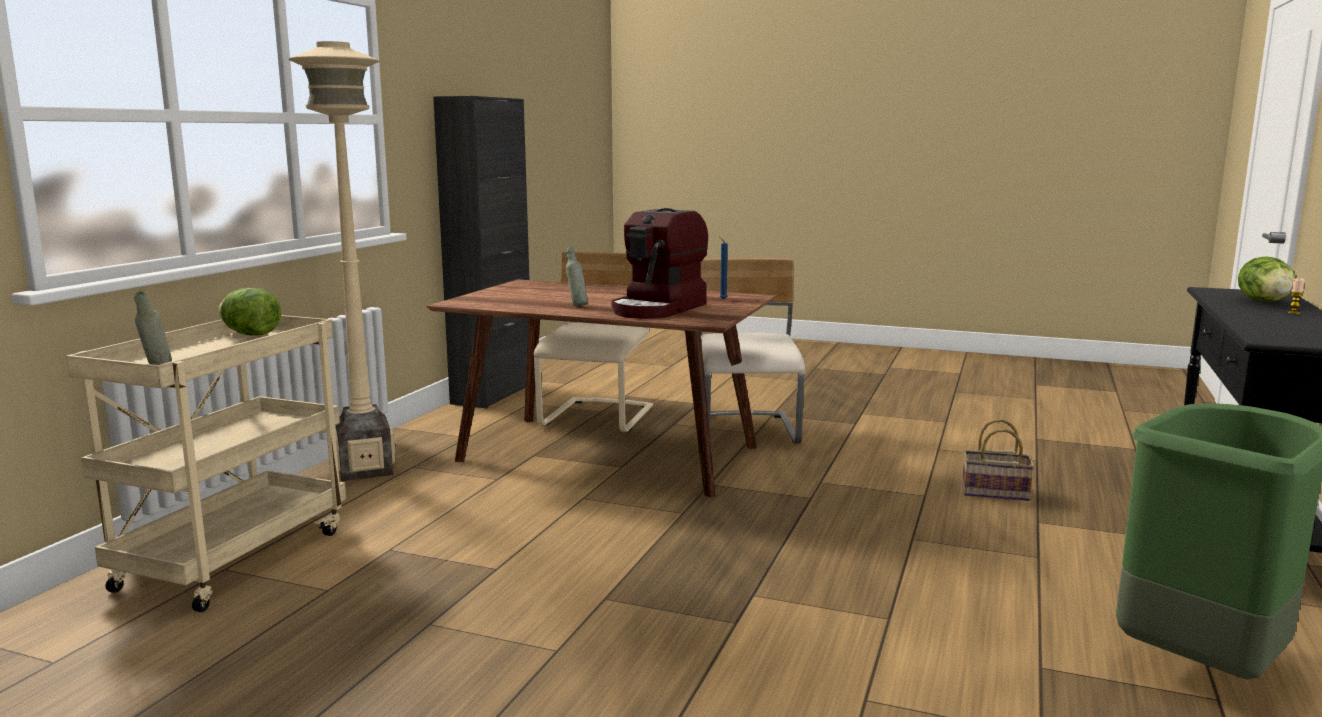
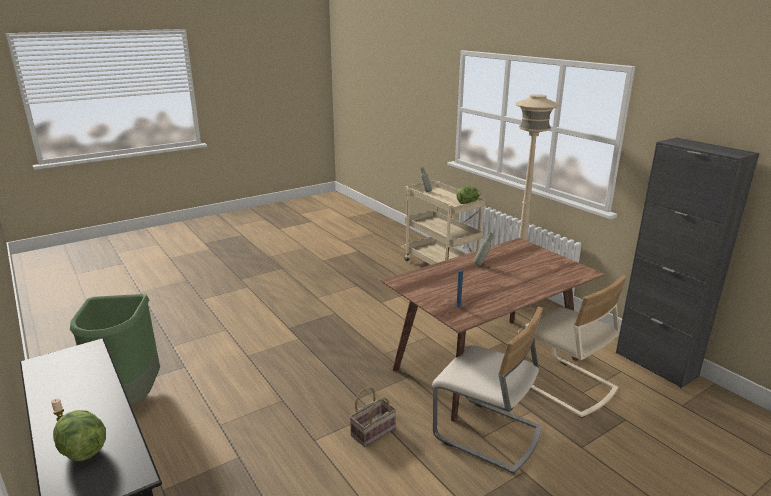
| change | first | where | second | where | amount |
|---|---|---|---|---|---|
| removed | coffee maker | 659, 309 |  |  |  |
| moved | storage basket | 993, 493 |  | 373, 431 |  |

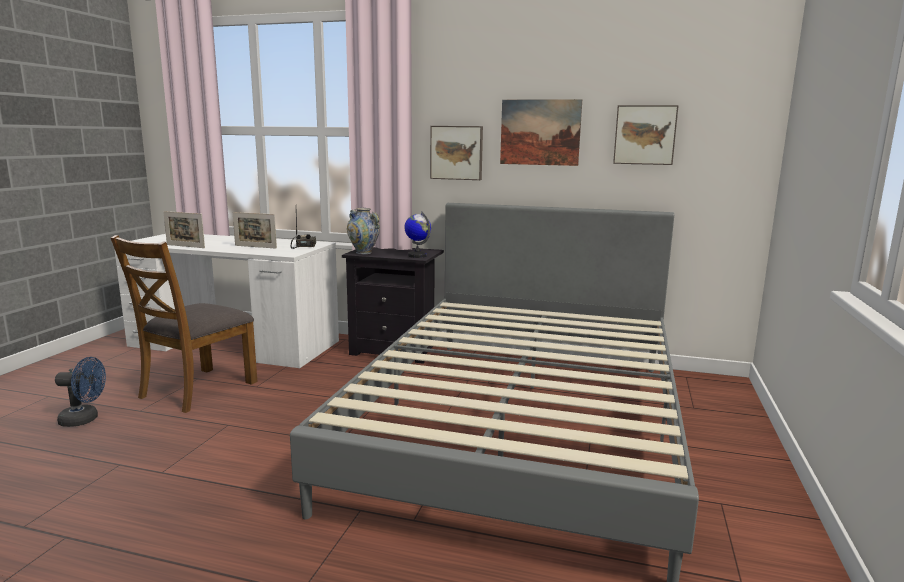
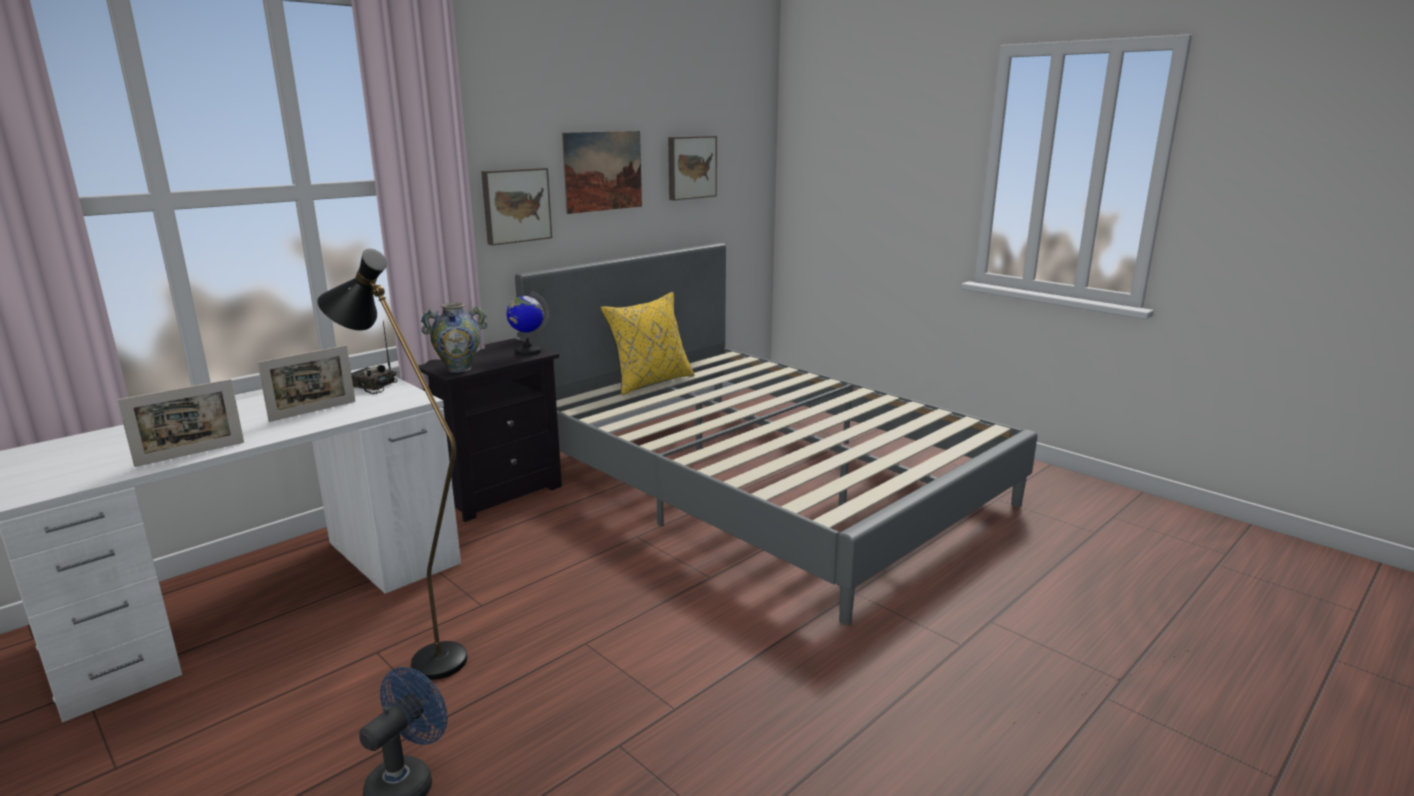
| change | first | where | second | where | amount |
|---|---|---|---|---|---|
| replaced | brown chair | 197, 389 | blackish standard lamp | 424, 656 |  |
| added |  |  | yellowish throw pillow | 649, 382 |  |

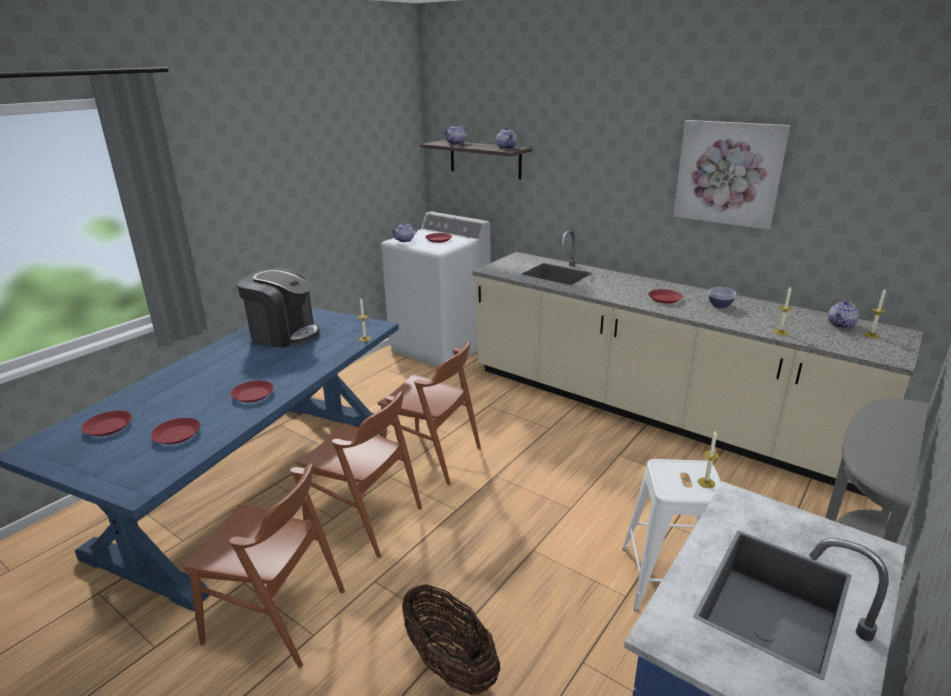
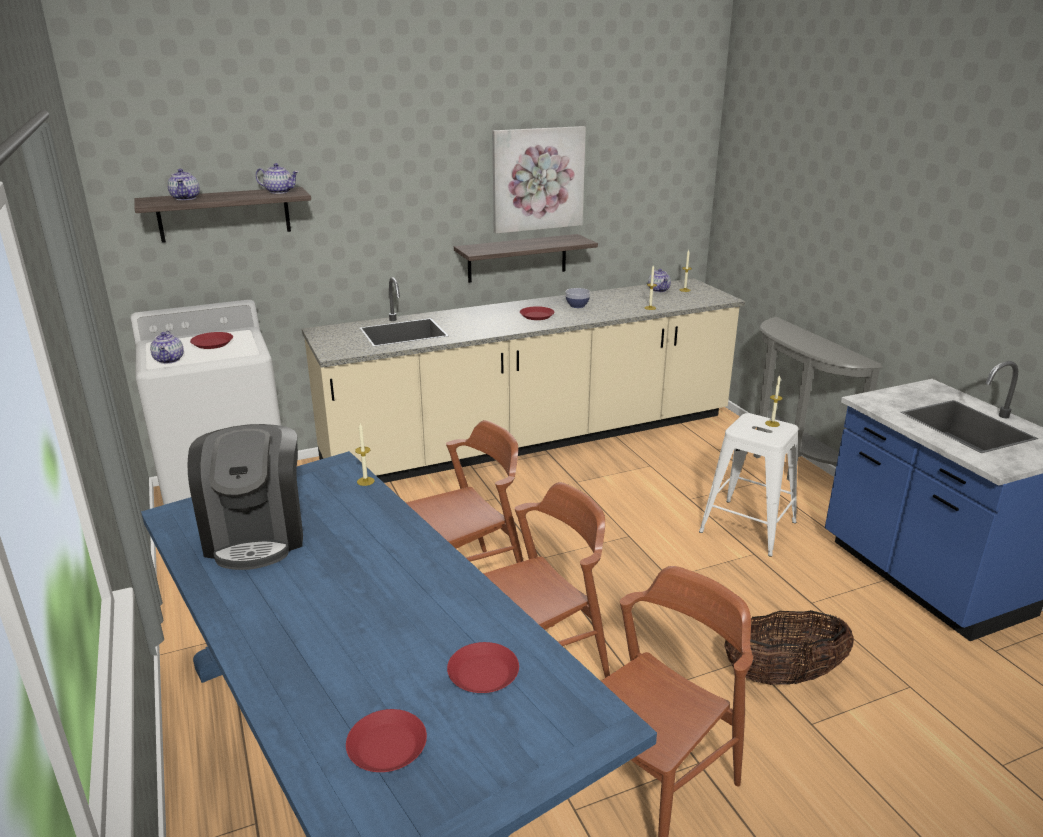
| change | first | where | second | where | amount |
|---|---|---|---|---|---|
| turned | coffee maker | 284, 334 |  | 256, 535 | 120 degrees clockwise |
| removed | red flat dish | 253, 395 |  |  |  |
| added |  |  | bracket shelf | 517, 258 |  |

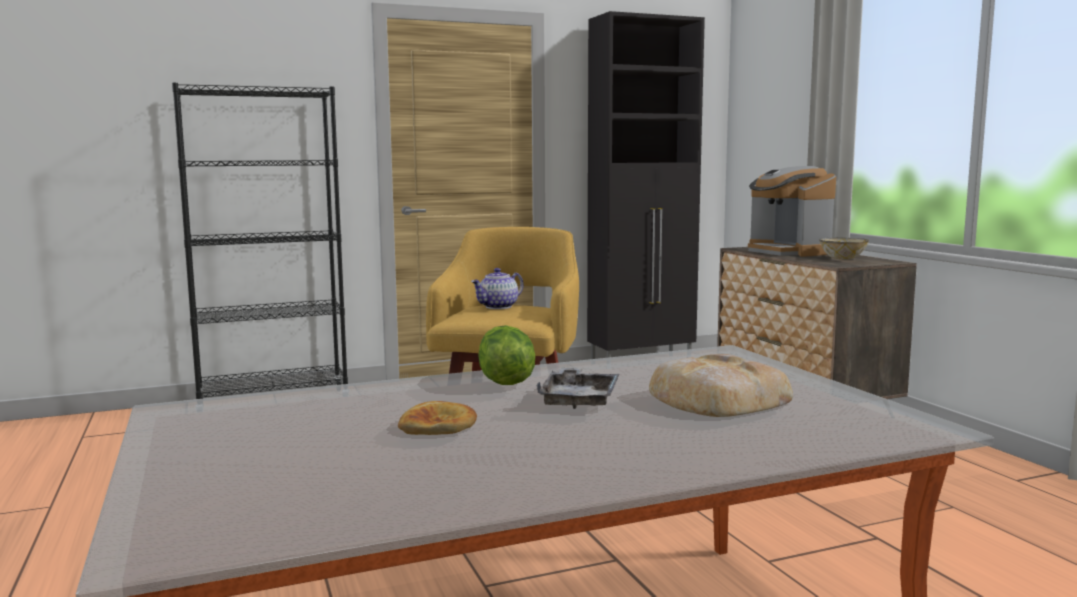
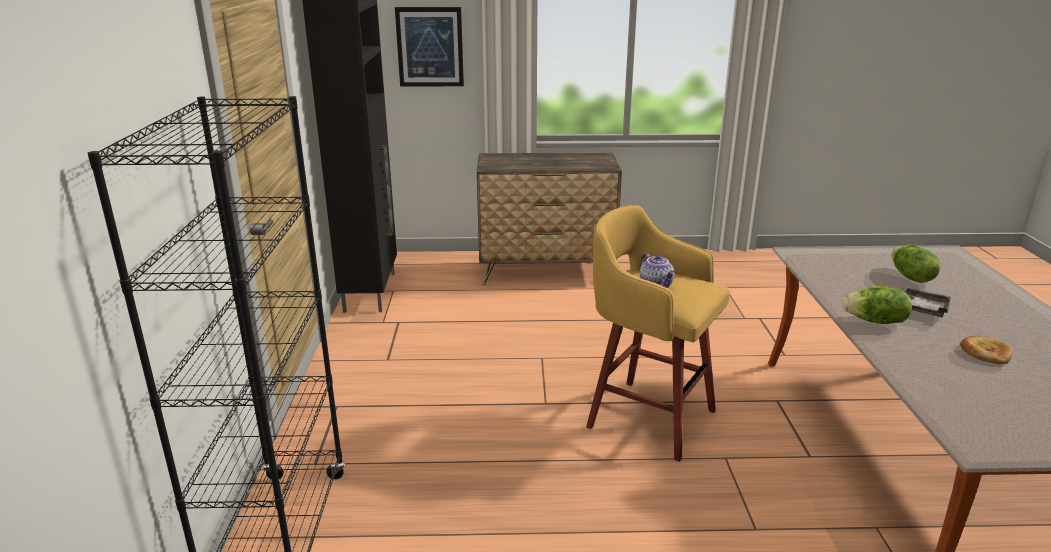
| change | first | where | second | where | amount |
|---|---|---|---|---|---|
| removed | coffee maker | 788, 252 |  |  |  |
| removed | bowl | 842, 258 |  |  |  |
| replaced | baked bread | 715, 399 | lettuce head | 910, 277 |  |
| added |  |  | wall art | 430, 47 |  |

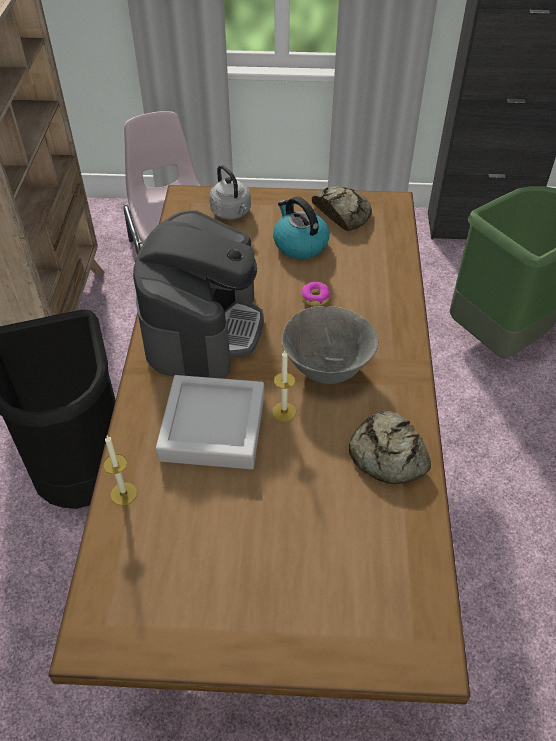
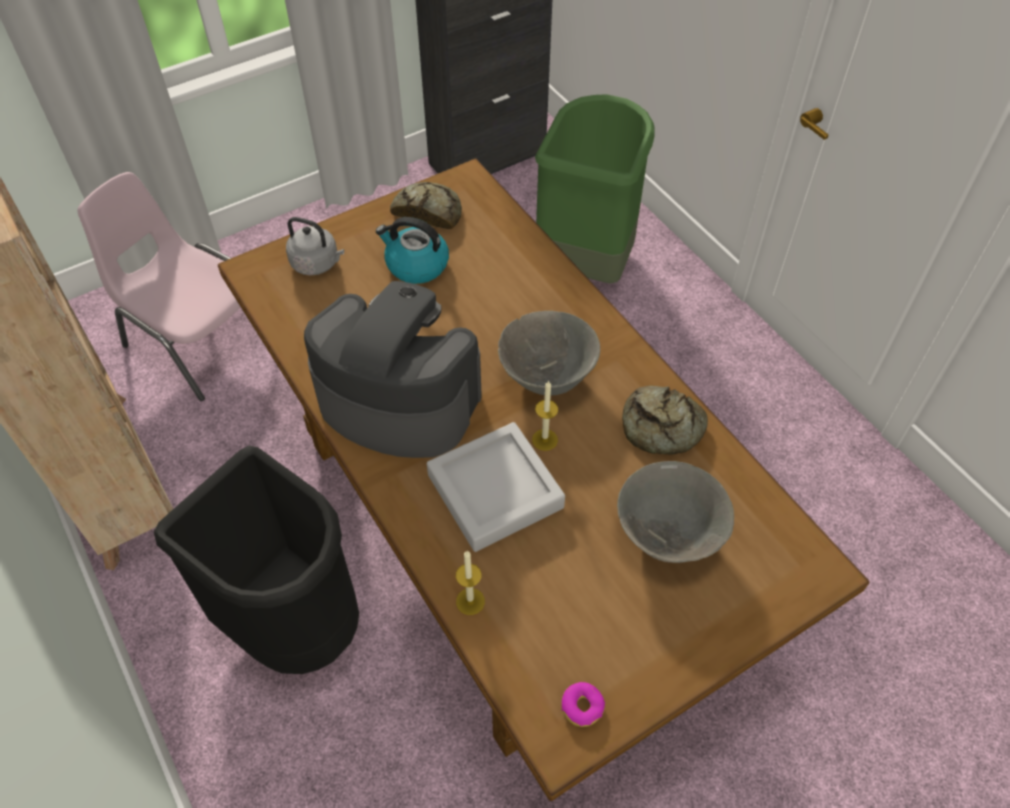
| change | first | where | second | where | amount |
|---|---|---|---|---|---|
| turned | coffee maker | 203, 327 |  | 398, 400 | 45 degrees counterclockwise |
| moved | ring doughnut | 315, 297 |  | 582, 706 |  |
| added |  |  | gray bowl | 668, 535 |  |

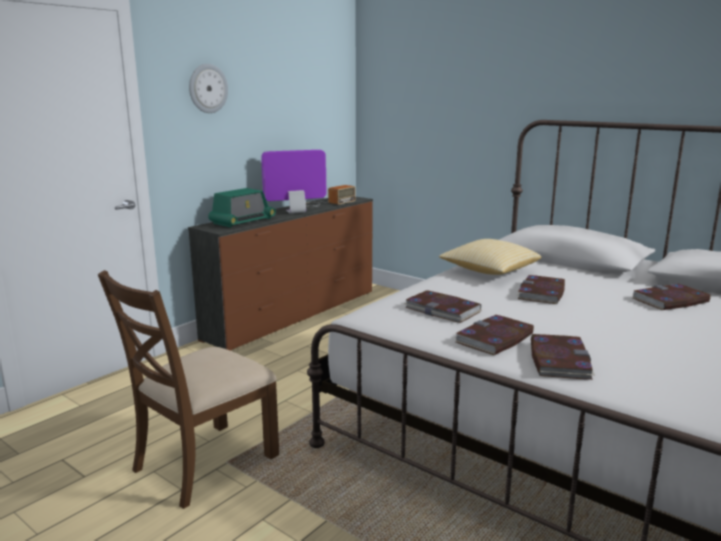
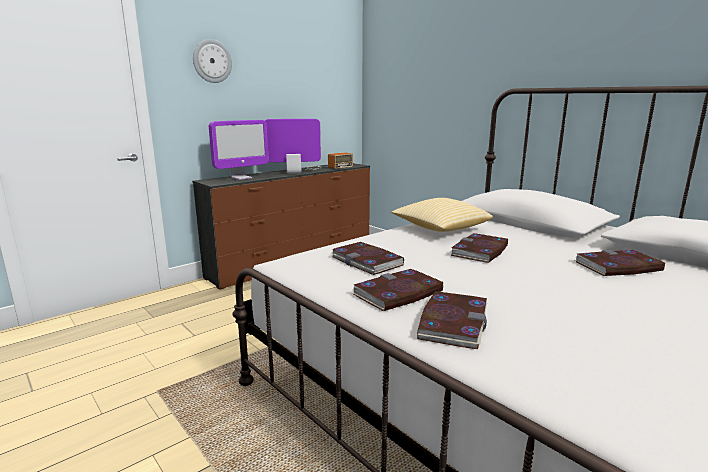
| change | first | where | second | where | amount |
|---|---|---|---|---|---|
| replaced | radio | 242, 221 | computer screen | 241, 178 |  |
| removed | brown chair | 204, 463 |  |  |  |

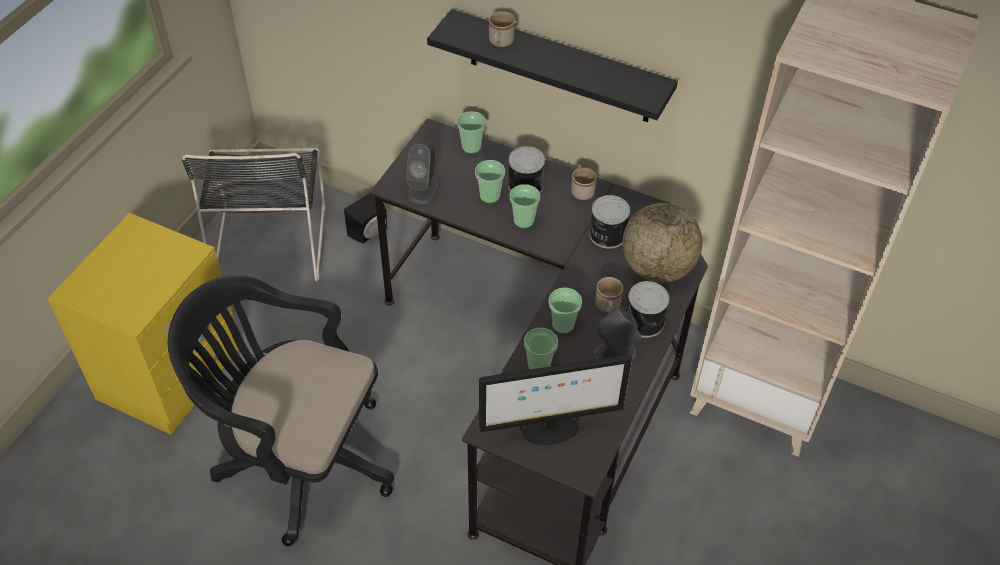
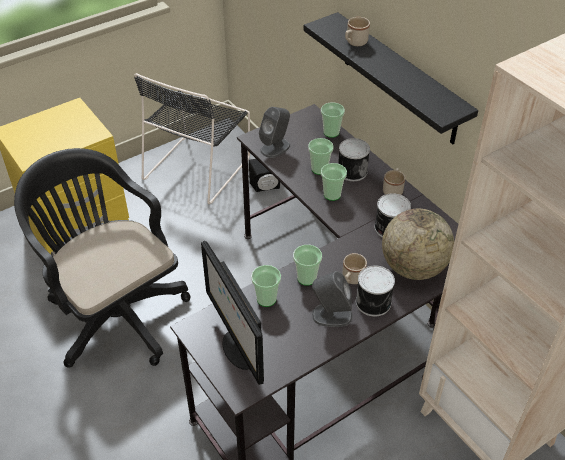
| change | first | where | second | where | amount |
|---|---|---|---|---|---|
| turned | computer screen | 549, 431 |  | 238, 349 | 45 degrees clockwise |

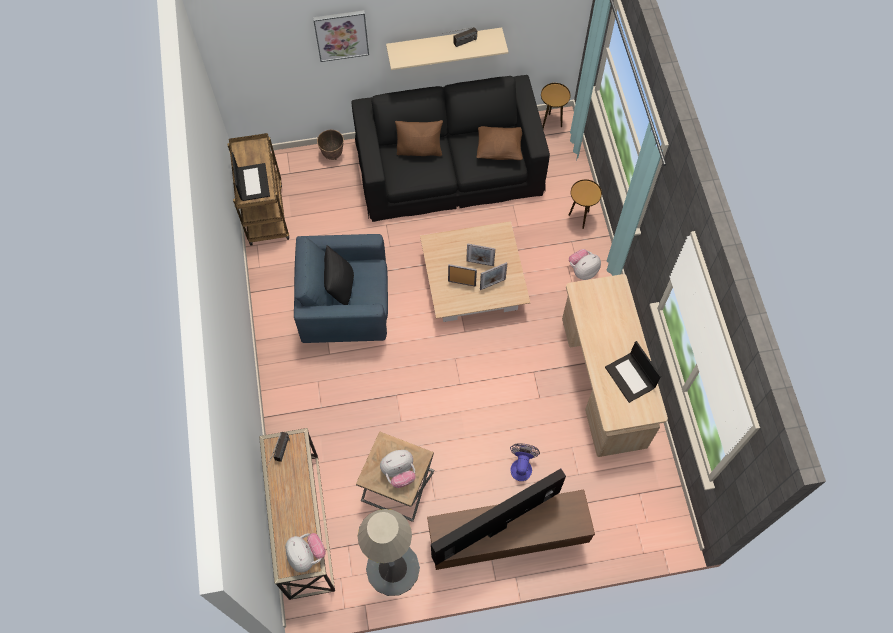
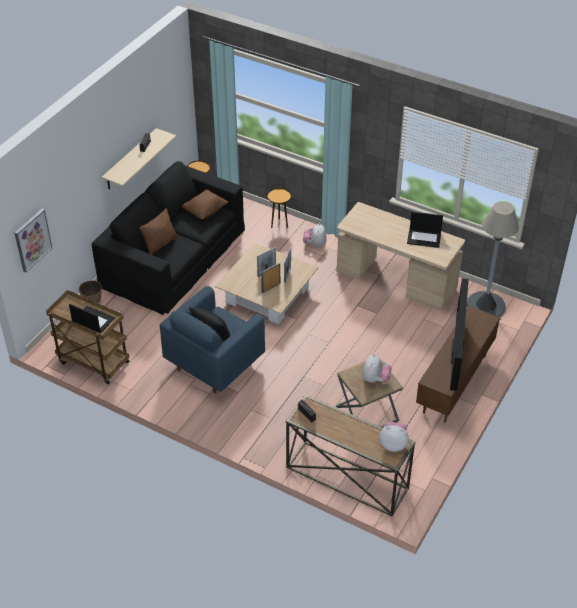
| change | first | where | second | where | amount |
|---|---|---|---|---|---|
| moved | wall art | 341, 35 |  | 32, 240 |  |
| removed | fan | 521, 466 |  |  |  |
| moved | gray standard lamp | 393, 568 |  | 485, 305 |  |

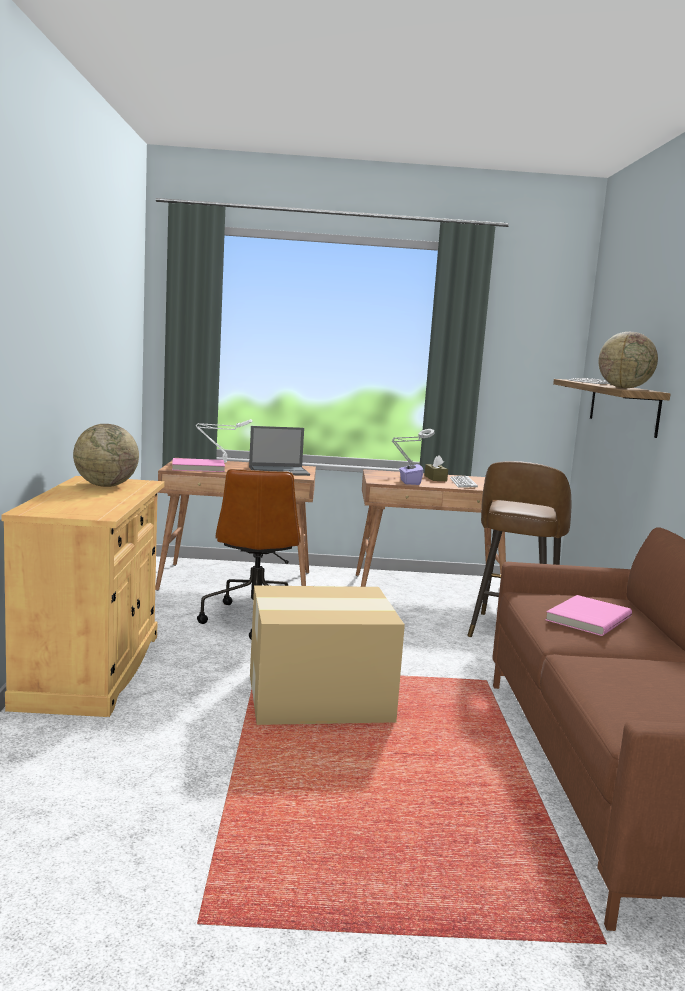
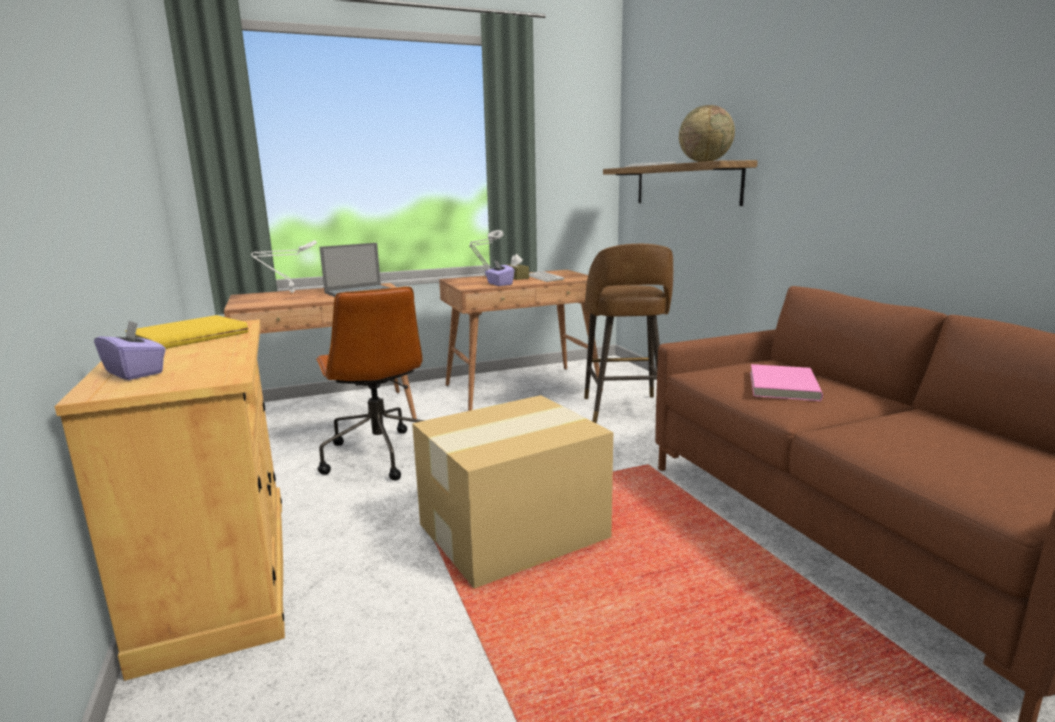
| change | first | where | second | where | amount |
|---|---|---|---|---|---|
| replaced | globe | 106, 486 | yellowish book | 188, 336 |  |
| removed | pinkish book | 198, 468 |  |  |  |
| added |  |  | purple-coloured tissue holder | 135, 372 |  |

